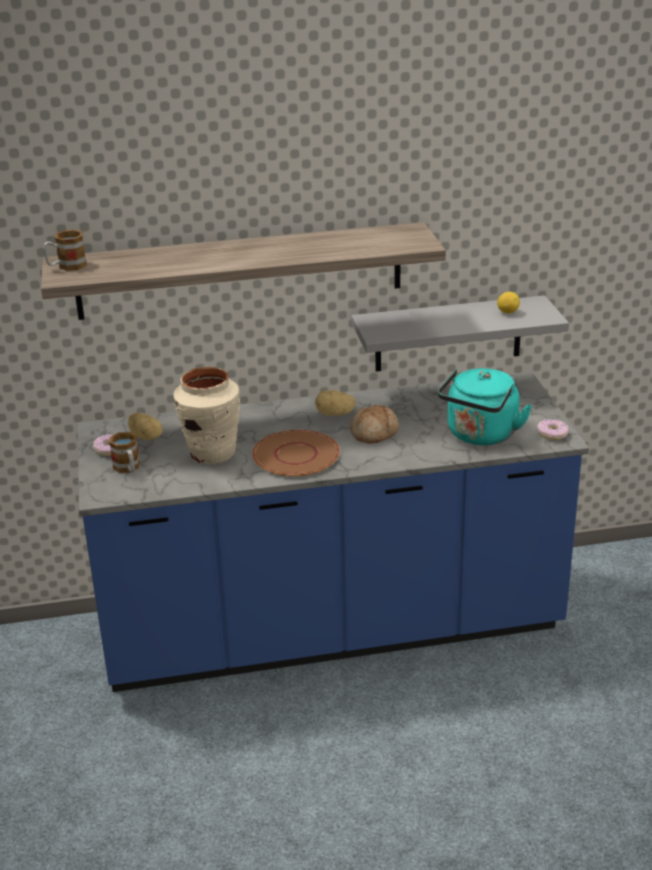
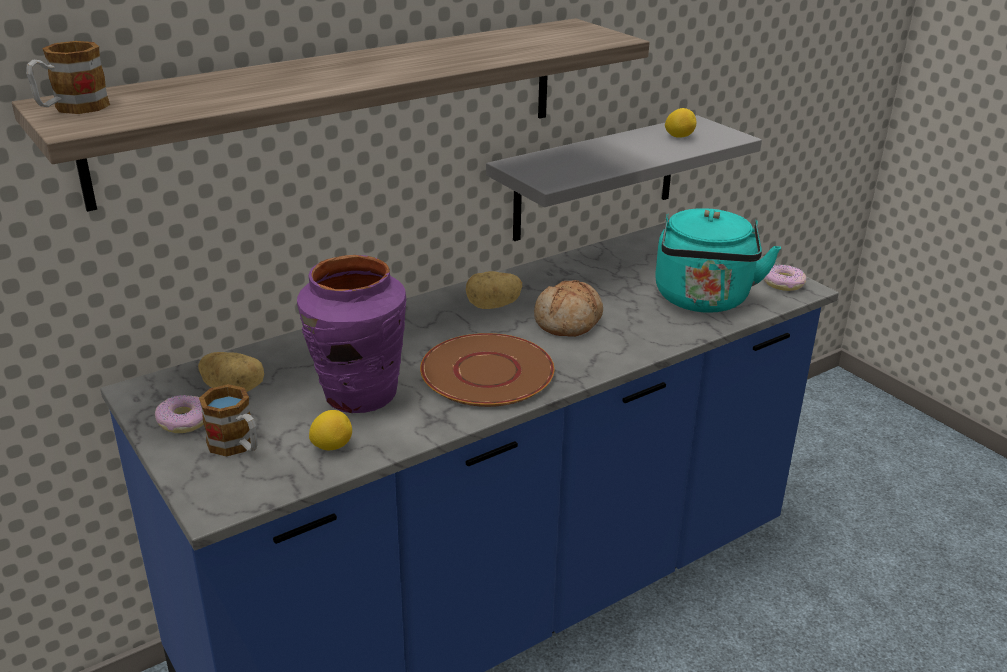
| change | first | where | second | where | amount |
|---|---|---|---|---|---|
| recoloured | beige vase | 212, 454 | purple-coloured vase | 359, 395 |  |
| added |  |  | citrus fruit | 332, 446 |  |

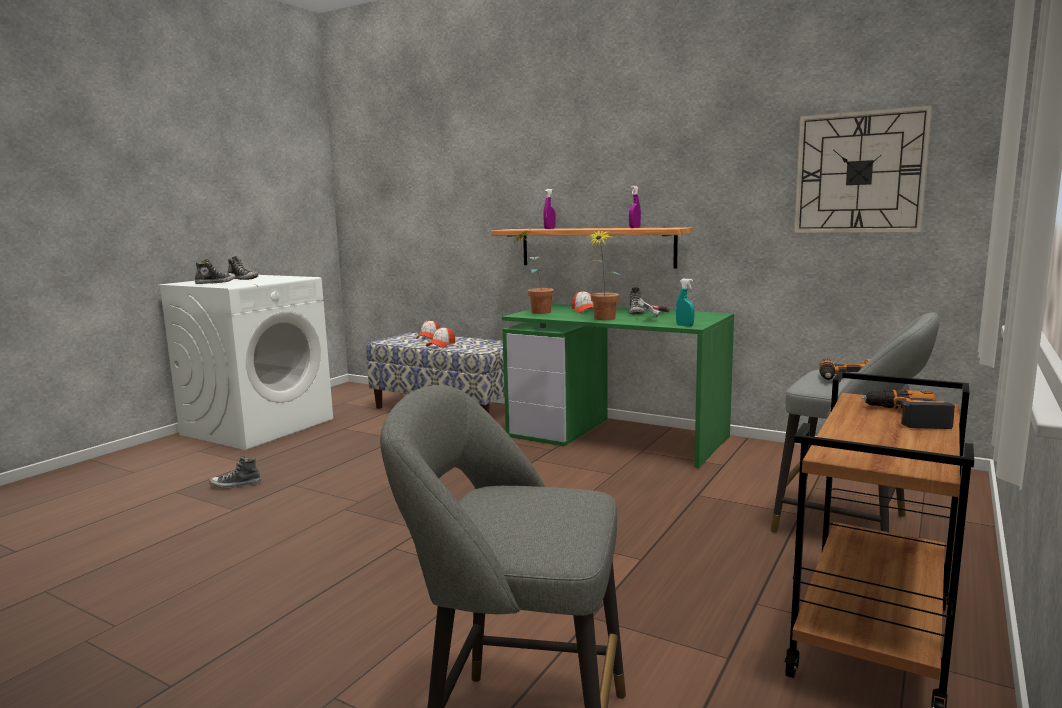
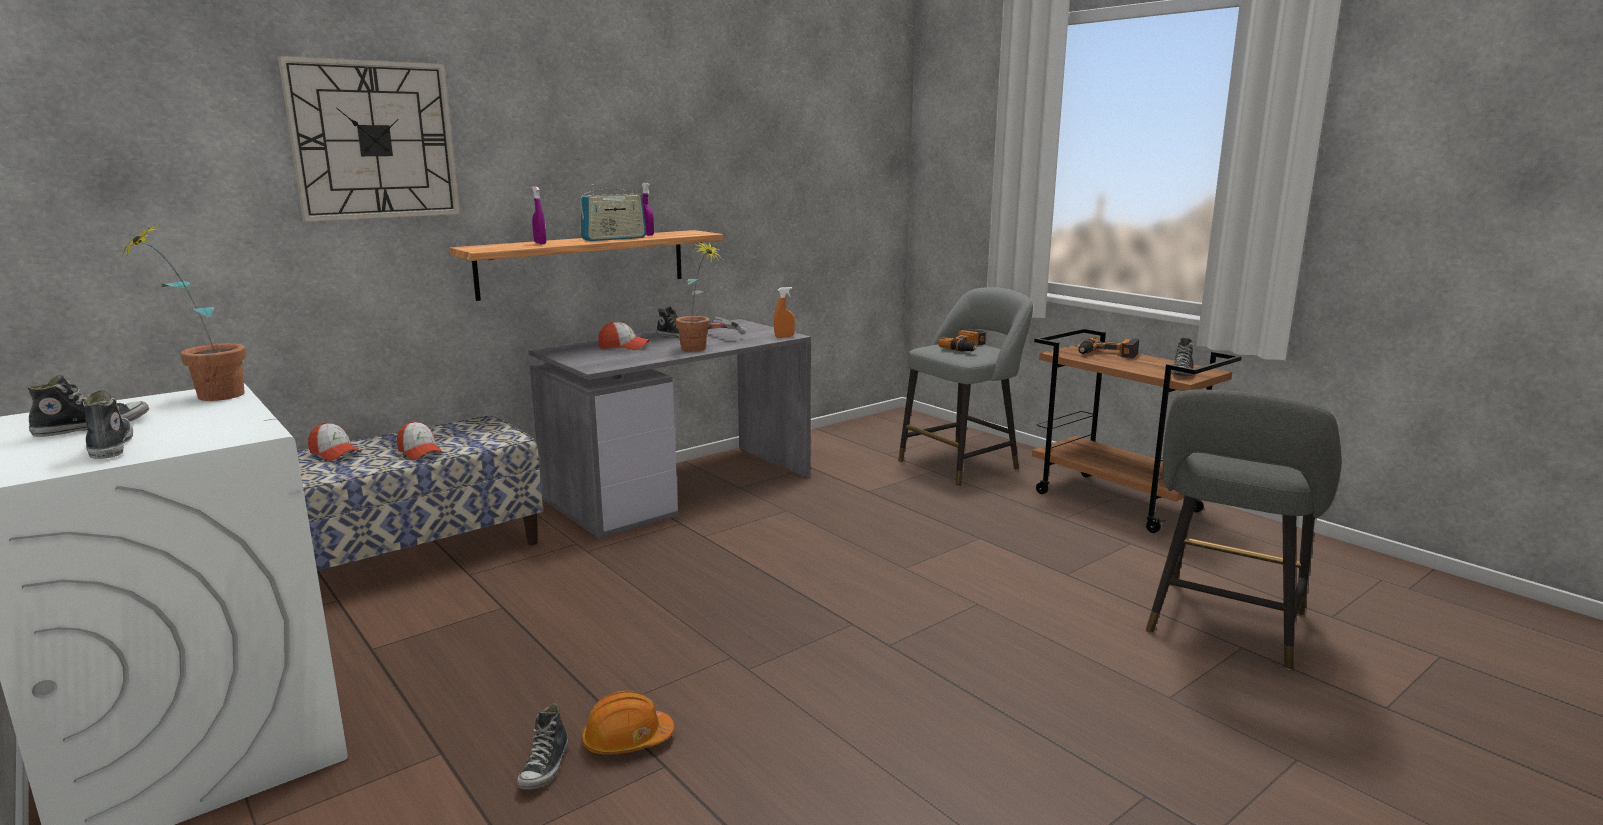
| change | first | where | second | where | amount |
|---|---|---|---|---|---|
| moved | clock on the wall | 859, 173 |  | 374, 140 |  |
| moved | houseplant | 535, 312 |  | 206, 397 |  |
| recoloured | turquoise hand sprayer | 684, 325 | orange hand sprayer | 784, 337 |  |
| recoloured | green-coloured desk table | 618, 436 | gray desk table | 680, 486 |  |
| added |  |  | radio | 614, 239 |  |
| added |  |  | low shoe | 1182, 373 |  |
| added |  |  | orange hard hat | 627, 740 |  |

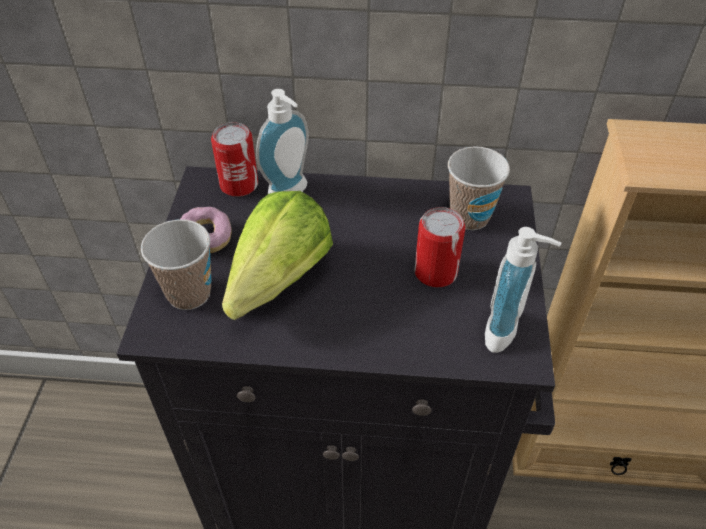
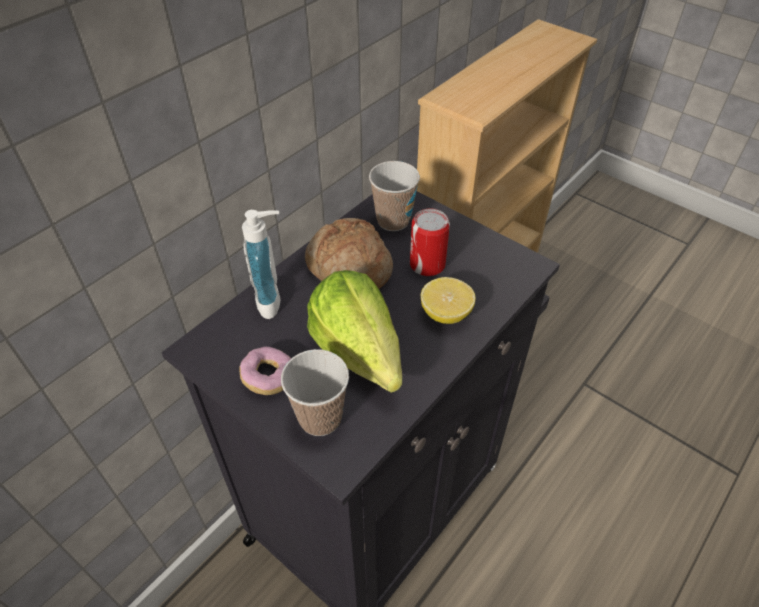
| change | first | where | second | where | amount |
|---|---|---|---|---|---|
| removed | metal can | 239, 185 |  |  |  |
| removed | soap bottle | 507, 333 |  |  |  |
| added |  |  | baked bread | 348, 269 |  |
| added |  |  | citrus fruit | 445, 313 |  |

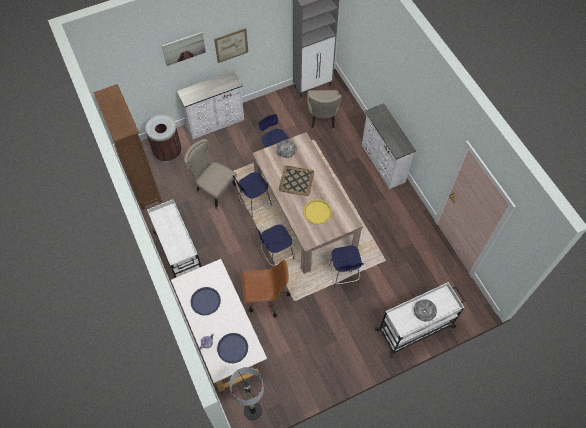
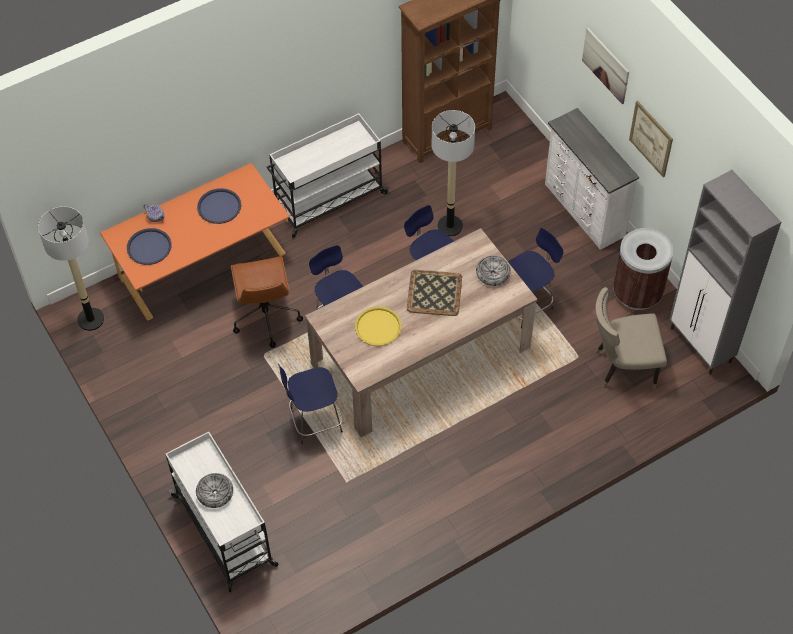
| change | first | where | second | where | amount |
|---|---|---|---|---|---|
| removed | white-coloured dresser | 382, 164 |  |  |  |
| moved | brown rubbish bin | 168, 152 |  | 637, 293 |  |
| replaced | beige chair | 214, 190 | standard lamp | 450, 226 |  |
| recoloured | white-coloured desk table | 222, 334 | orange desk table | 204, 268 |  |

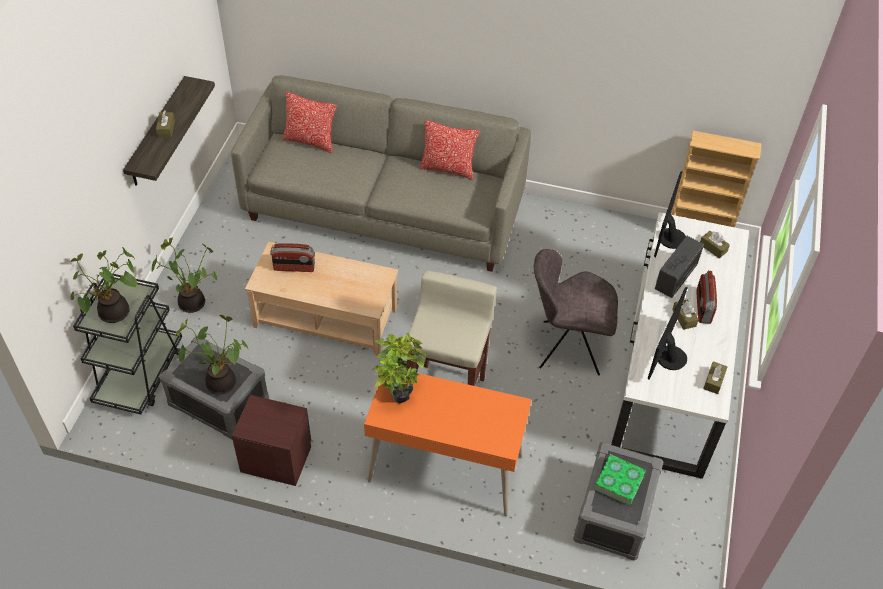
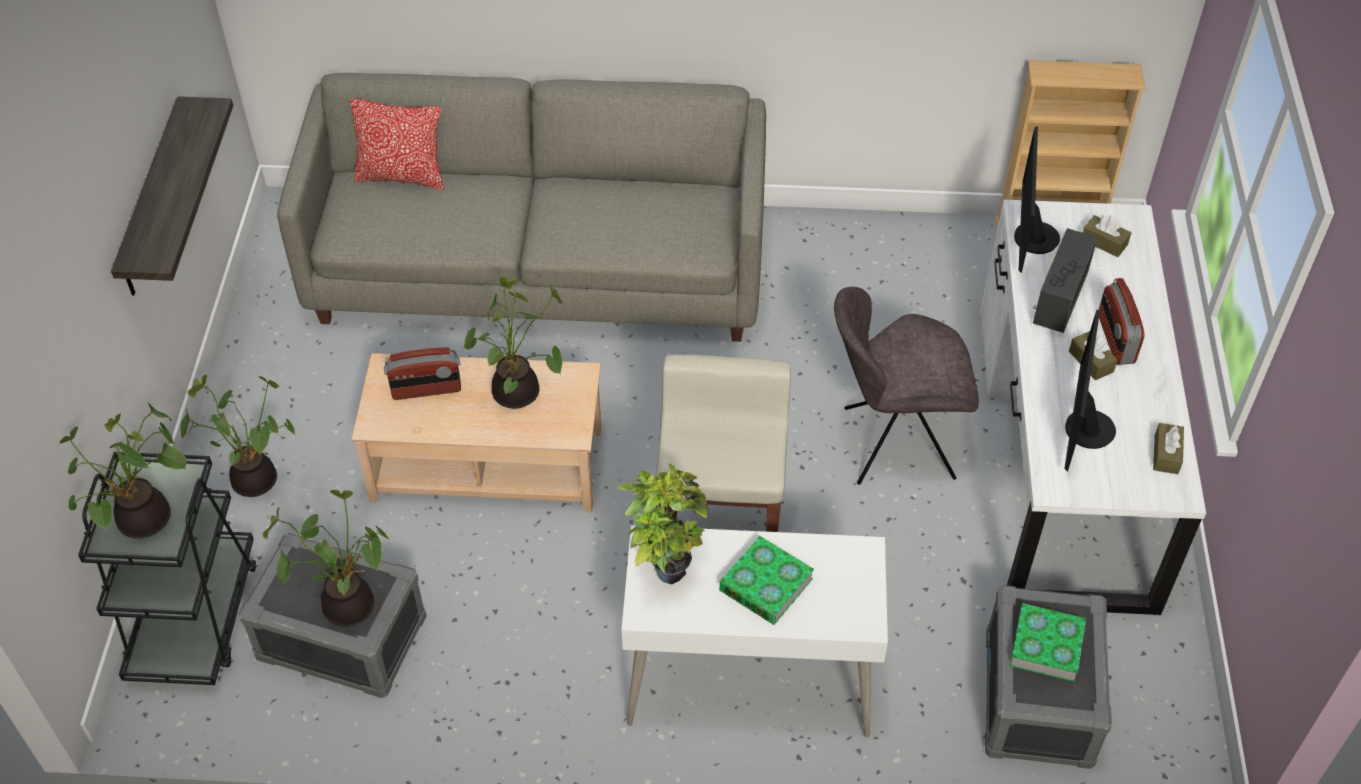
| change | first | where | second | where | amount |
|---|---|---|---|---|---|
| removed | brown tissue holder | 166, 129 |  |  |  |
| removed | throw pillow | 448, 169 |  |  |  |
| recoloured | orange desk table | 445, 469 | white-coloured desk table | 749, 679 |  |
| removed | brown bedside table | 276, 459 |  |  |  |
| added |  |  | houseplant | 520, 394 |  |
| added |  |  | book | 766, 585 |  |

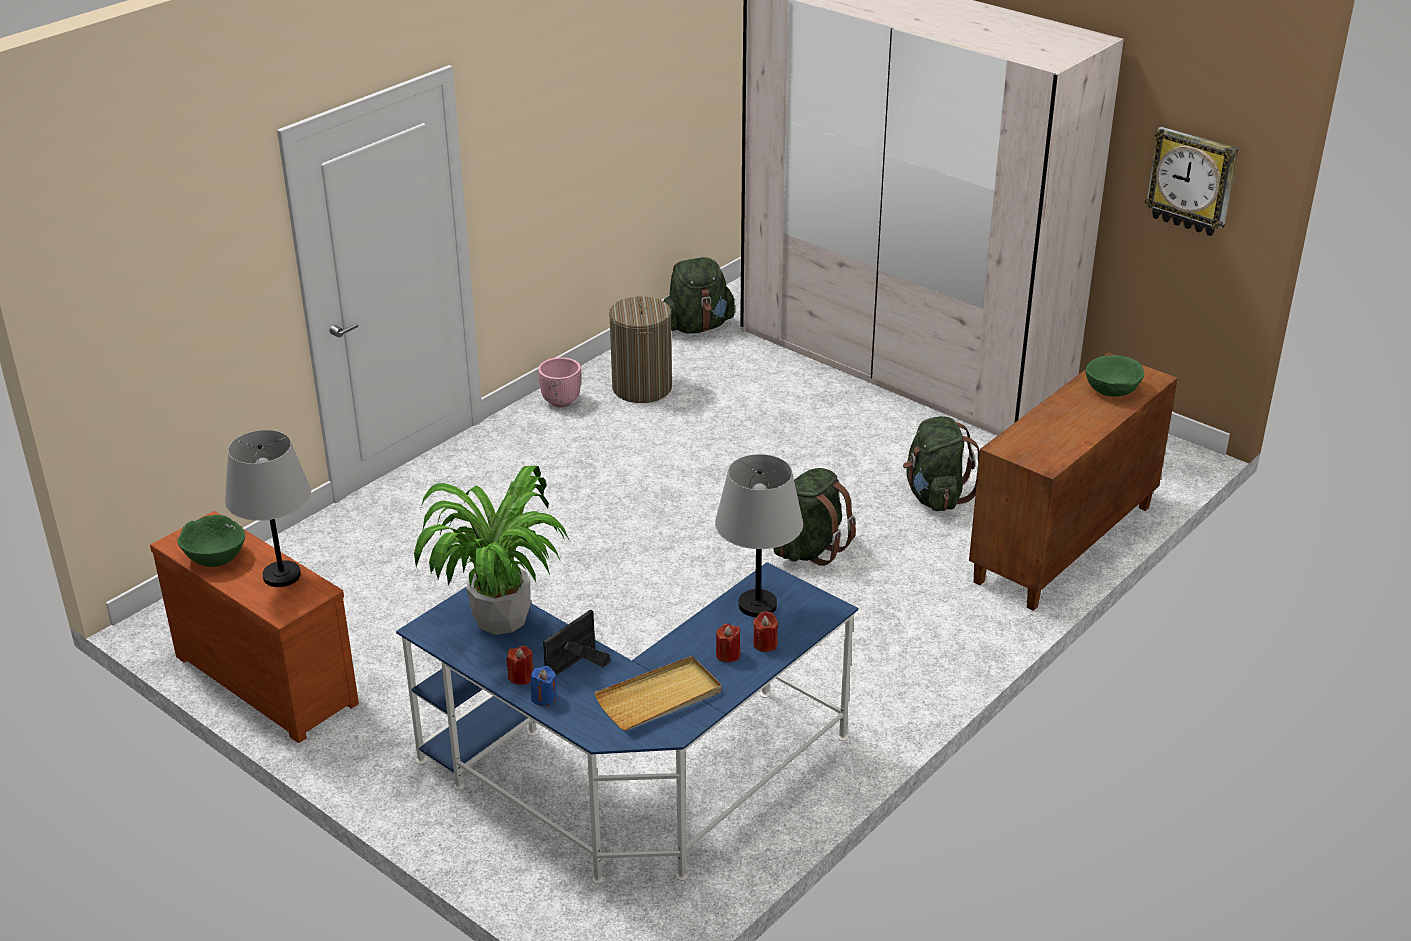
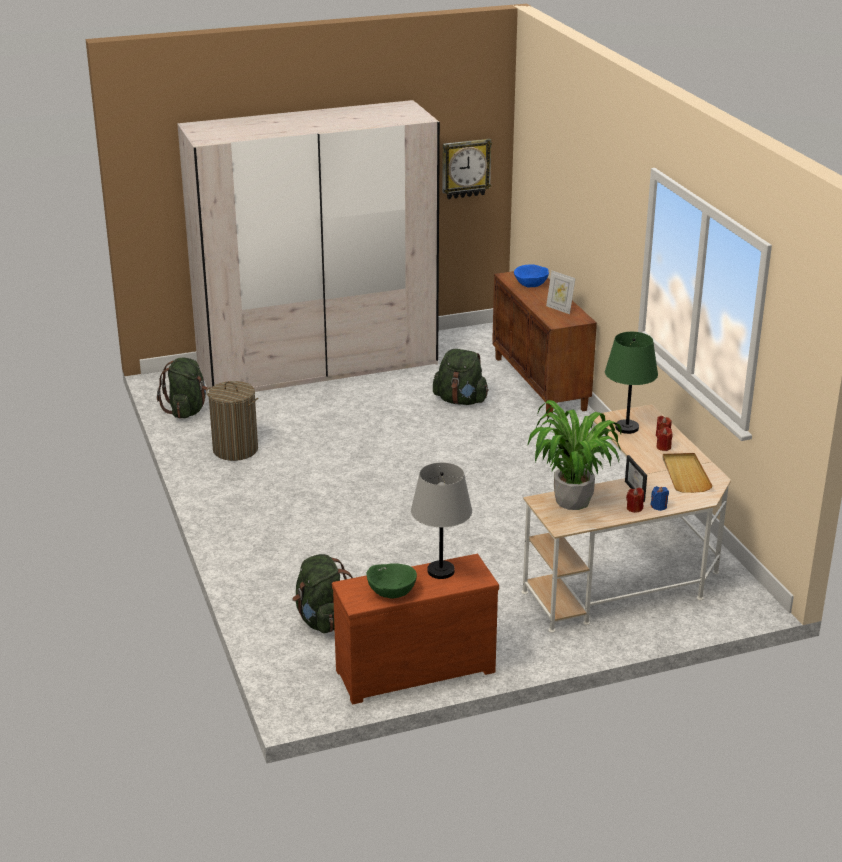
| change | first | where | second | where | amount |
|---|---|---|---|---|---|
| recoloured | green-coloured bowl | 1111, 389 | blue bowl | 531, 284 |  |
| removed | pinkish plant pot | 561, 401 |  |  |  |
| recoloured | gray table lamp | 758, 605 | green-coloured table lamp | 627, 428 |  |
| moved | green-coloured knapsack | 809, 548 |  | 322, 620 |  |
| recoloured | blue desk table | 635, 783 | beige desk table | 630, 564 |  |
| added |  |  | standing frame | 559, 309 |  |

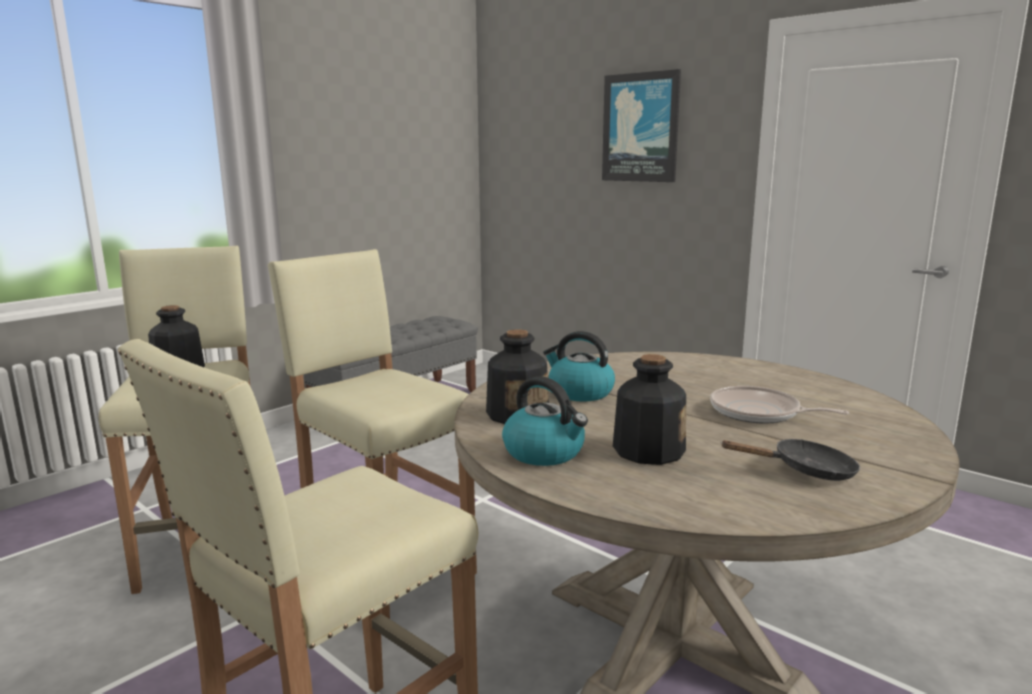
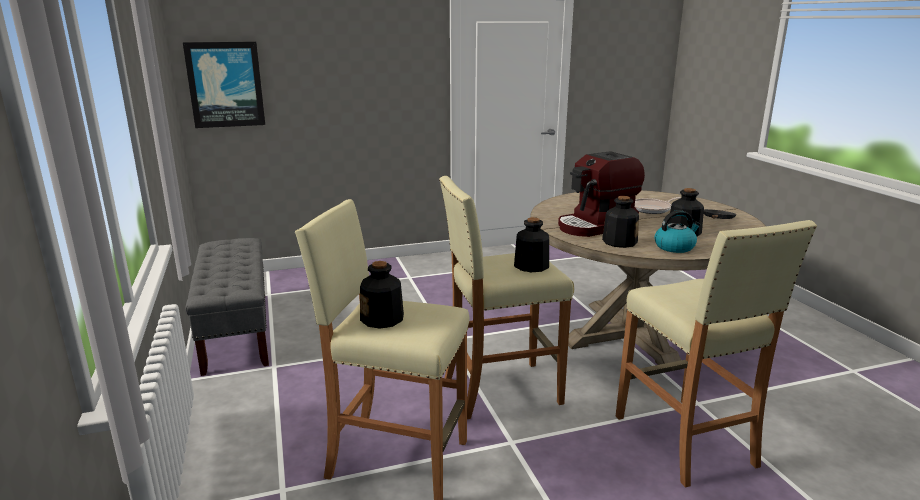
| change | first | where | second | where | amount |
|---|---|---|---|---|---|
| moved | wall art | 641, 128 |  | 225, 84 |  |
| replaced | tea kettle | 579, 392 | coffee maker | 596, 226 |  |
| added |  |  | beverage bottle | 531, 266 |  |

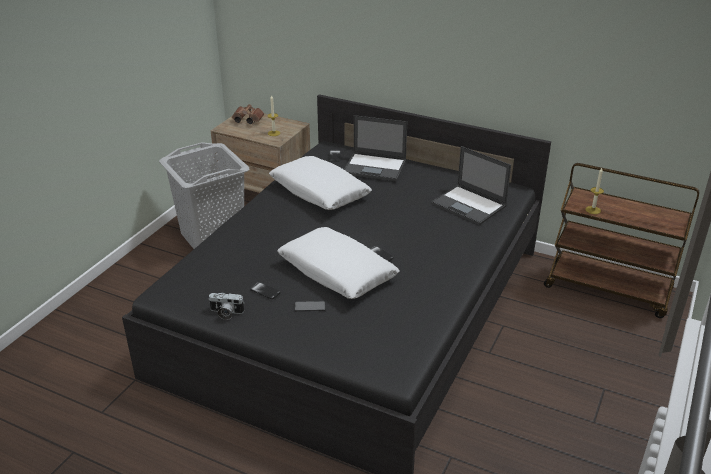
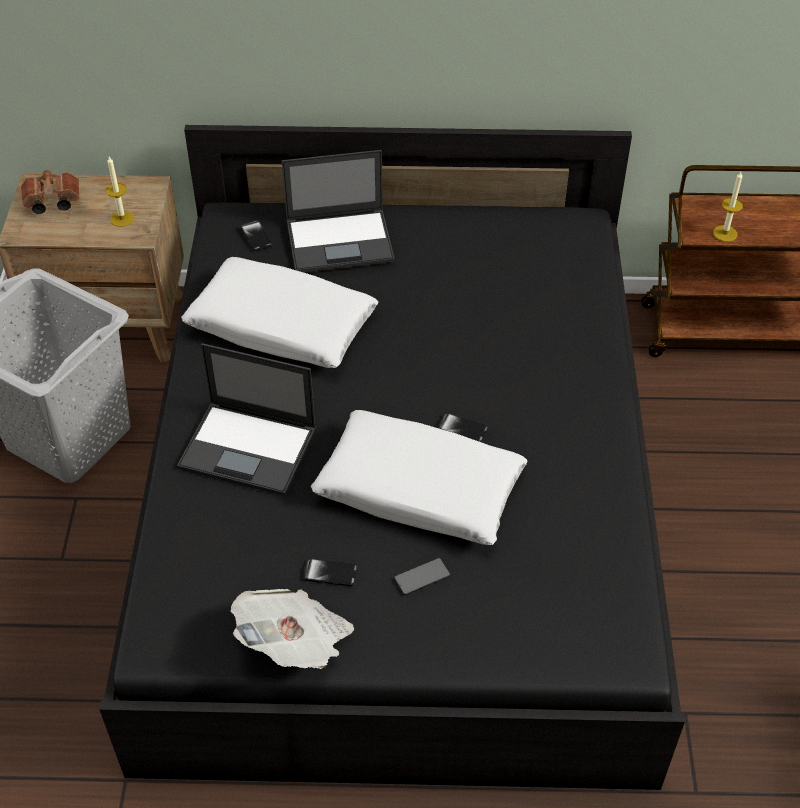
| change | first | where | second | where | amount |
|---|---|---|---|---|---|
| moved | notebook computer | 469, 205 |  | 249, 448 |  |
| replaced | still camera | 226, 313 | printed paper | 295, 643 |  |

